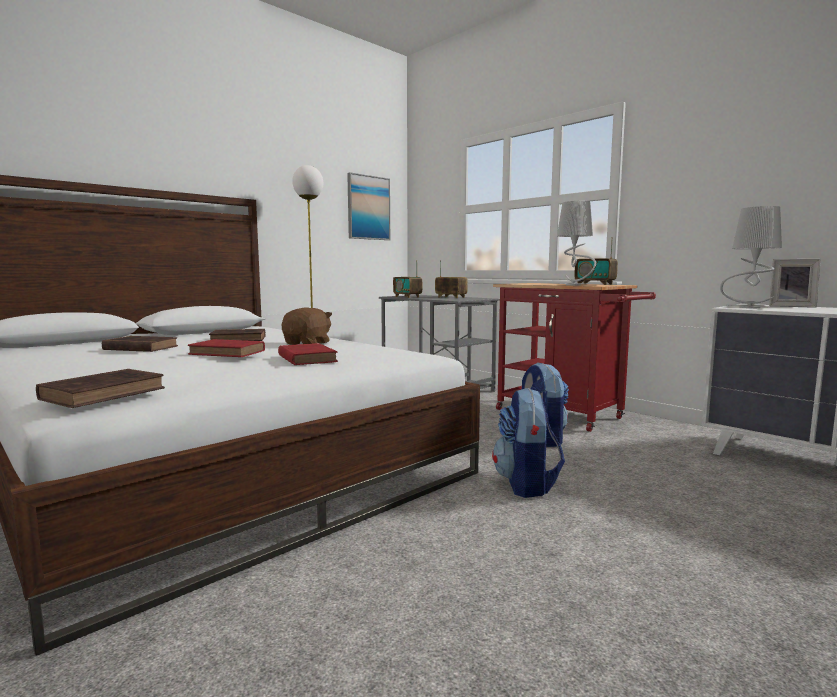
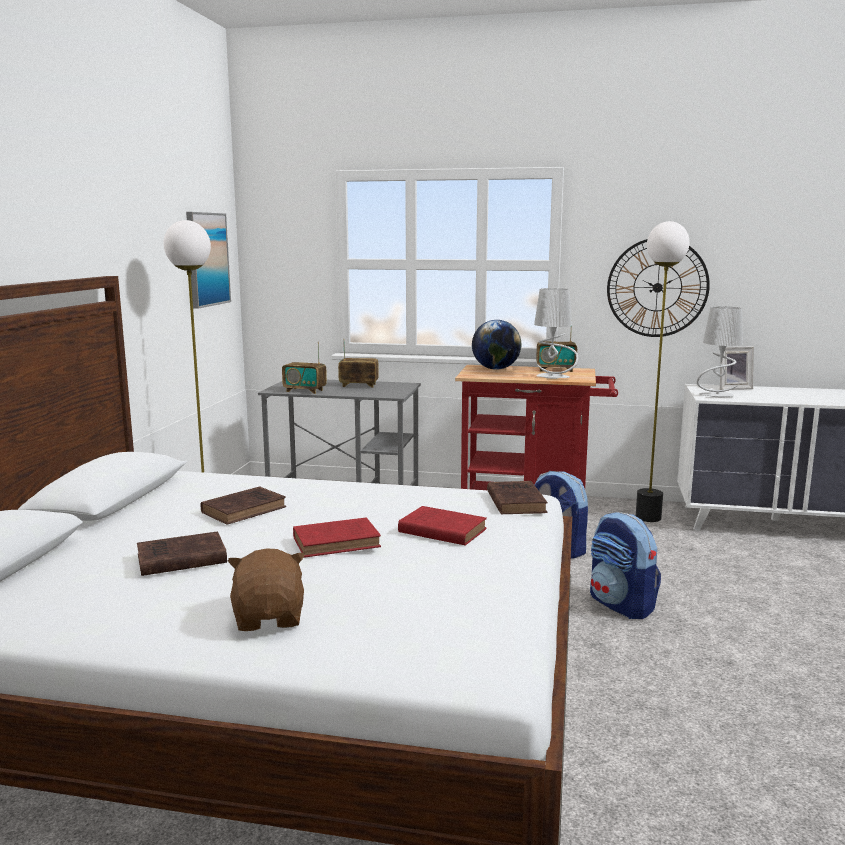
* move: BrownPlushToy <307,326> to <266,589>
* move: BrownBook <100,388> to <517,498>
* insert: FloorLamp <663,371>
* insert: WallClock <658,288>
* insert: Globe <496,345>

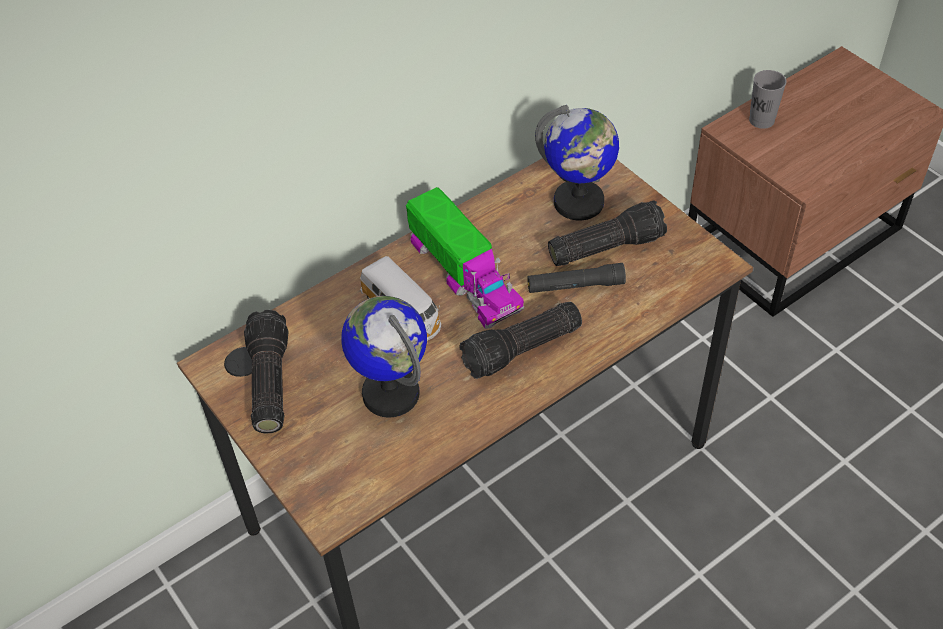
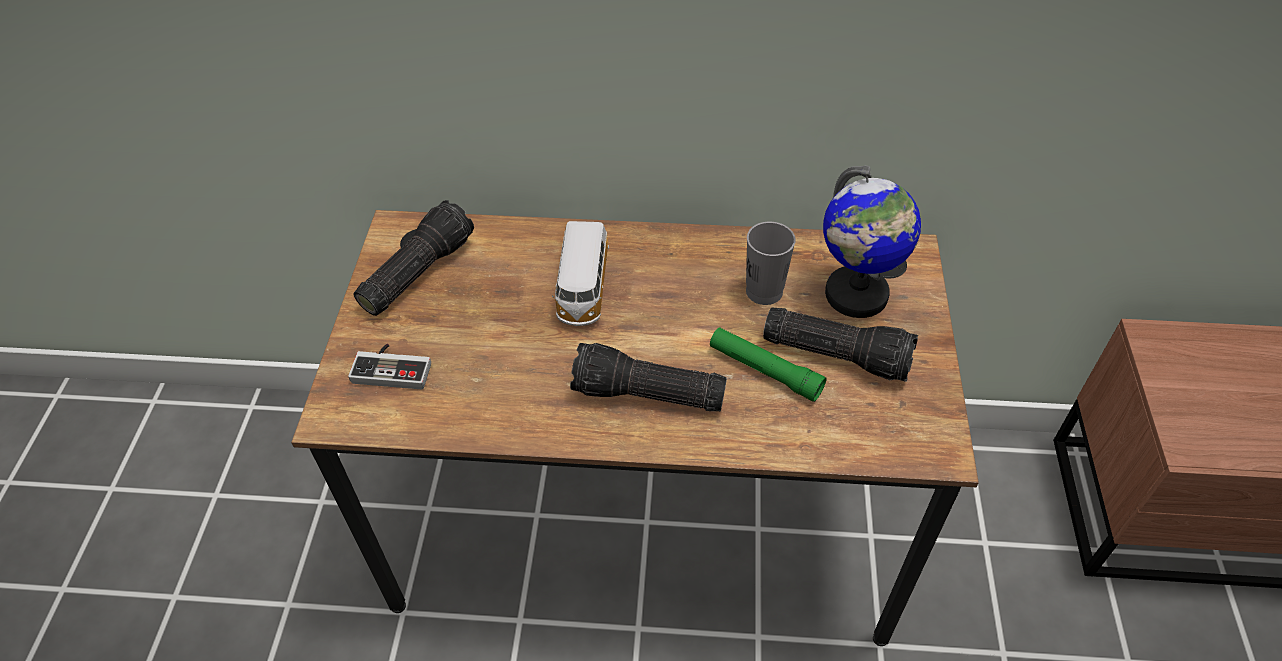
* move: GreySmallCup <768,99> to <771,263>
* delete: ToyTruck <465,258>
* recolor: BlackColouredFlashlight <576,278> to GreenishFlashlight <768,365>
* delete: Globe <384,357>
* insert: Joypad <389,366>

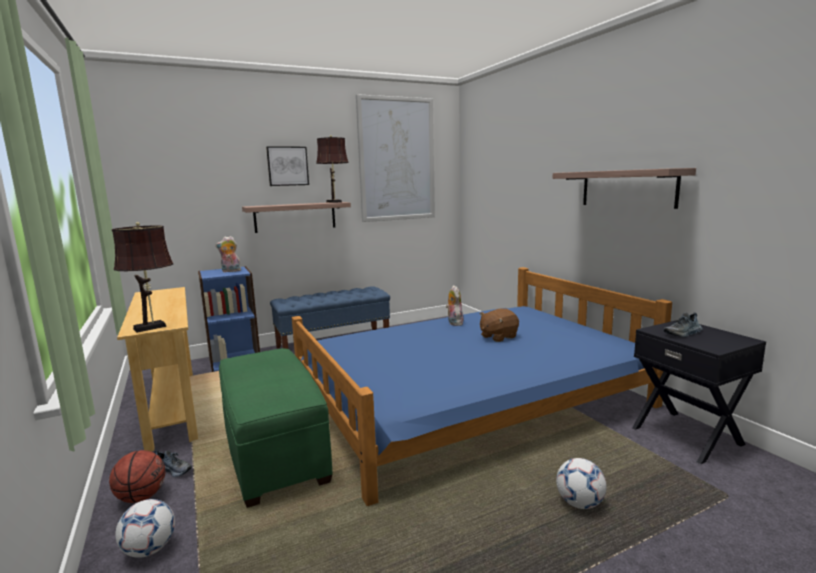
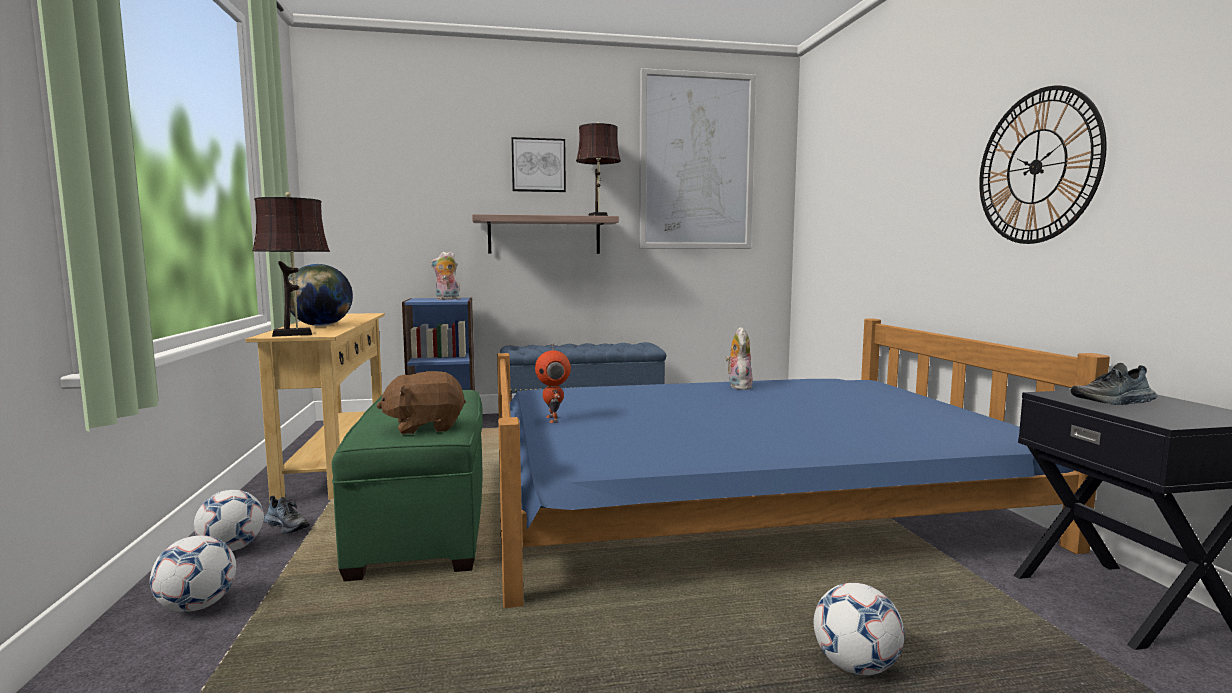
* replace: WallShelf <624,188> to WallClock <1043,165>
* move: BrownPlushToy <499,325> to <421,403>
* replace: BasketballBall <137,476> to BallForFootball <229,520>
* insert: Globe <318,295>
* insert: ModelRobot <553,383>

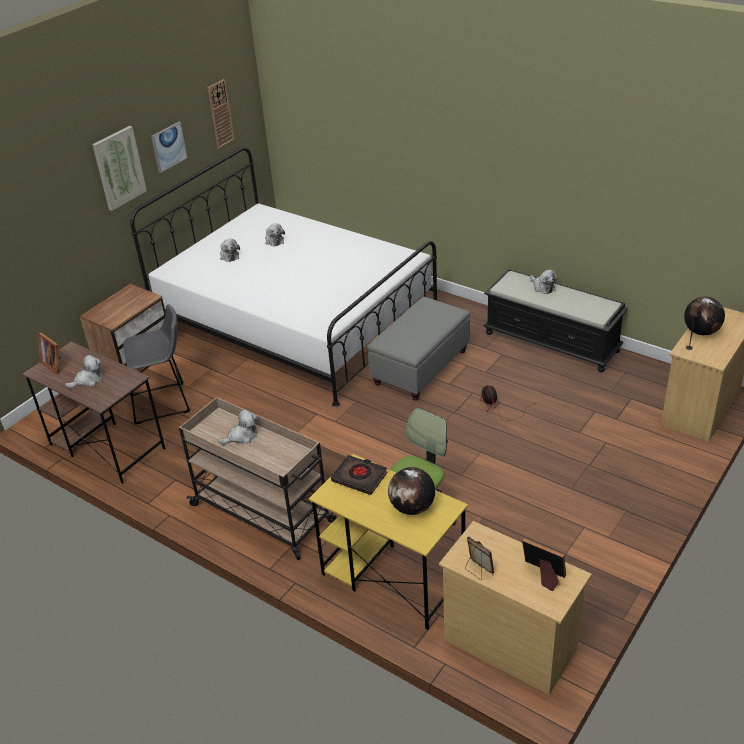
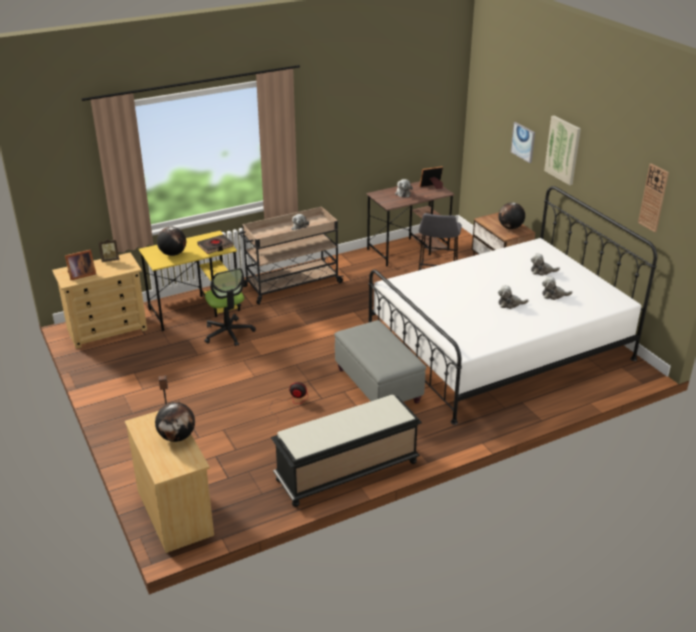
* move: Picture <169,147> to <523,142>
* move: PlushToy <543,282> to <513,297>
* insert: Globe <511,215>

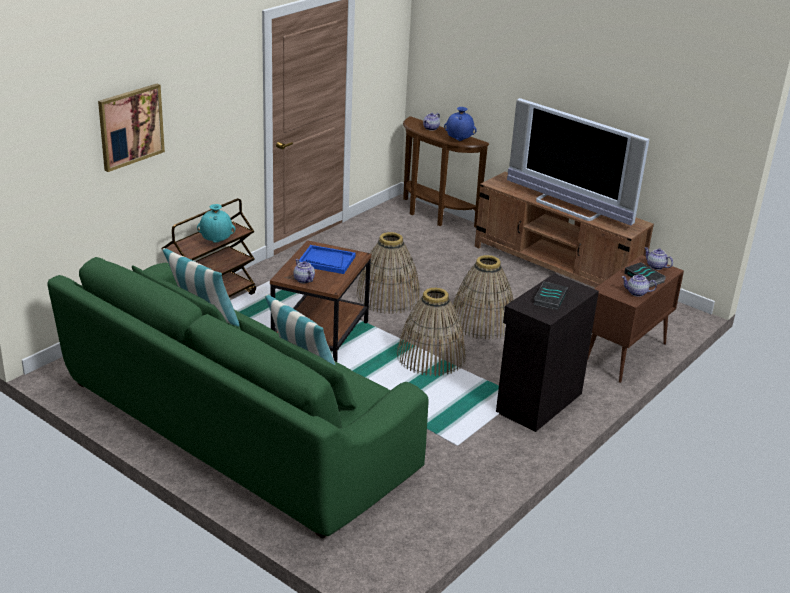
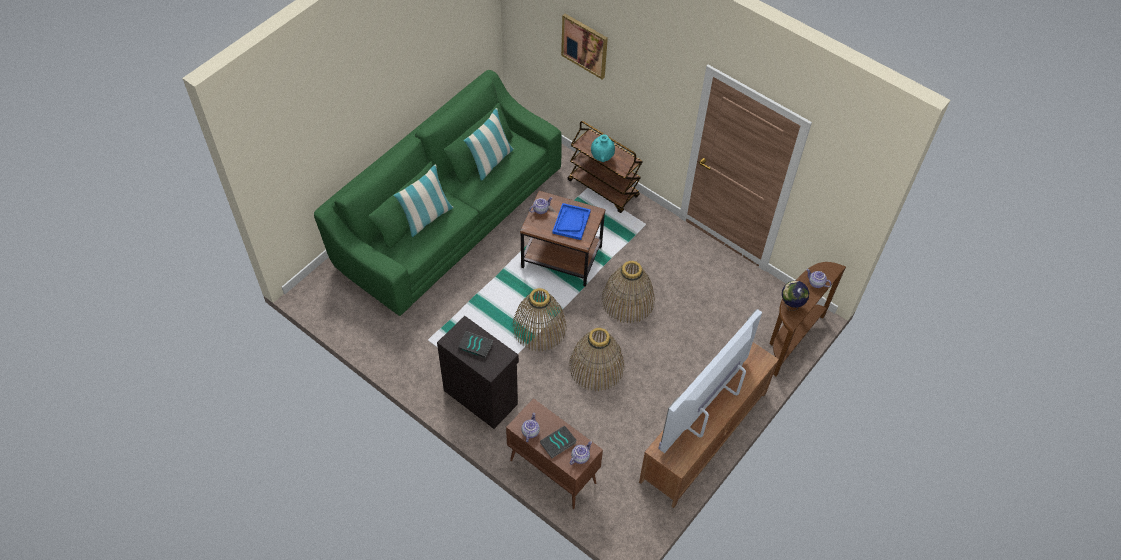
* replace: BlueVase <460,124> to Globe <795,295>

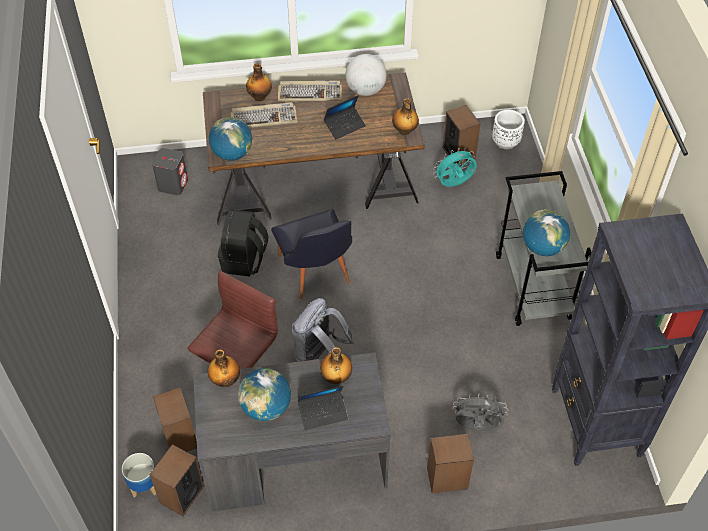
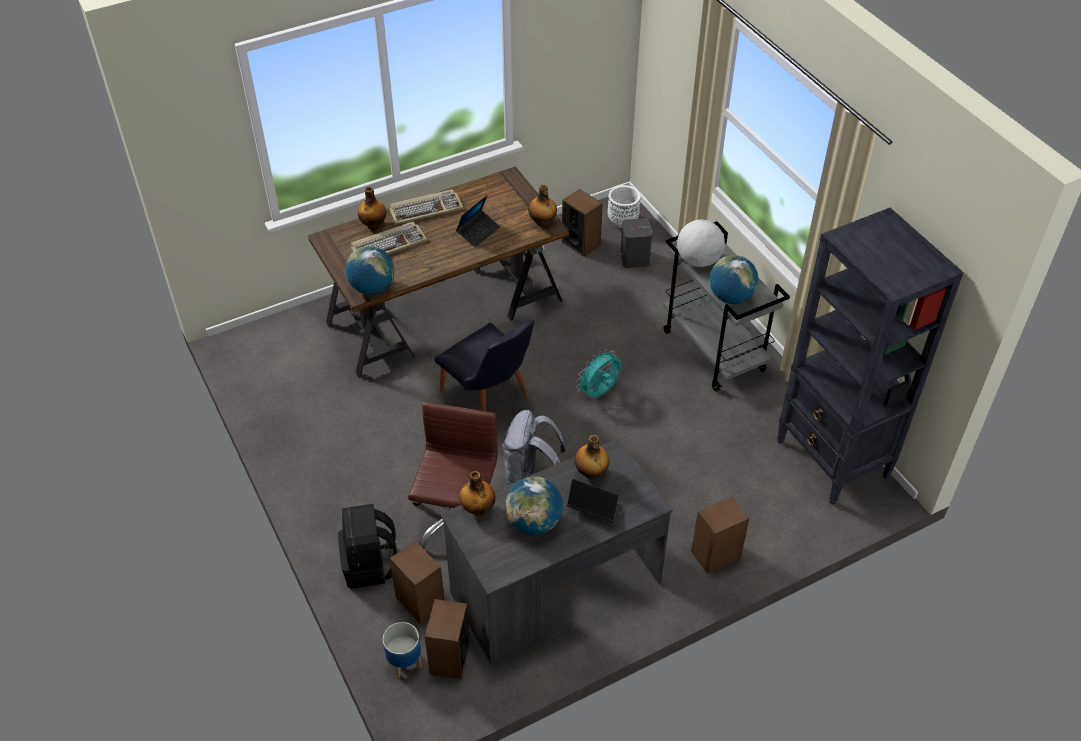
* move: Globe <366,75> to <701,243>
* move: GreySpeaker <170,171> to <636,243>
* move: BlueGreenCoolingFan <455,167> to <599,373>
* move: BlackColouredKnapsack <243,243> to <367,546>
* rotate: NotebookComputer <323,408> = <595,501> 120 degrees counterclockwise
* delete: GreyCoolingFan <480,412>

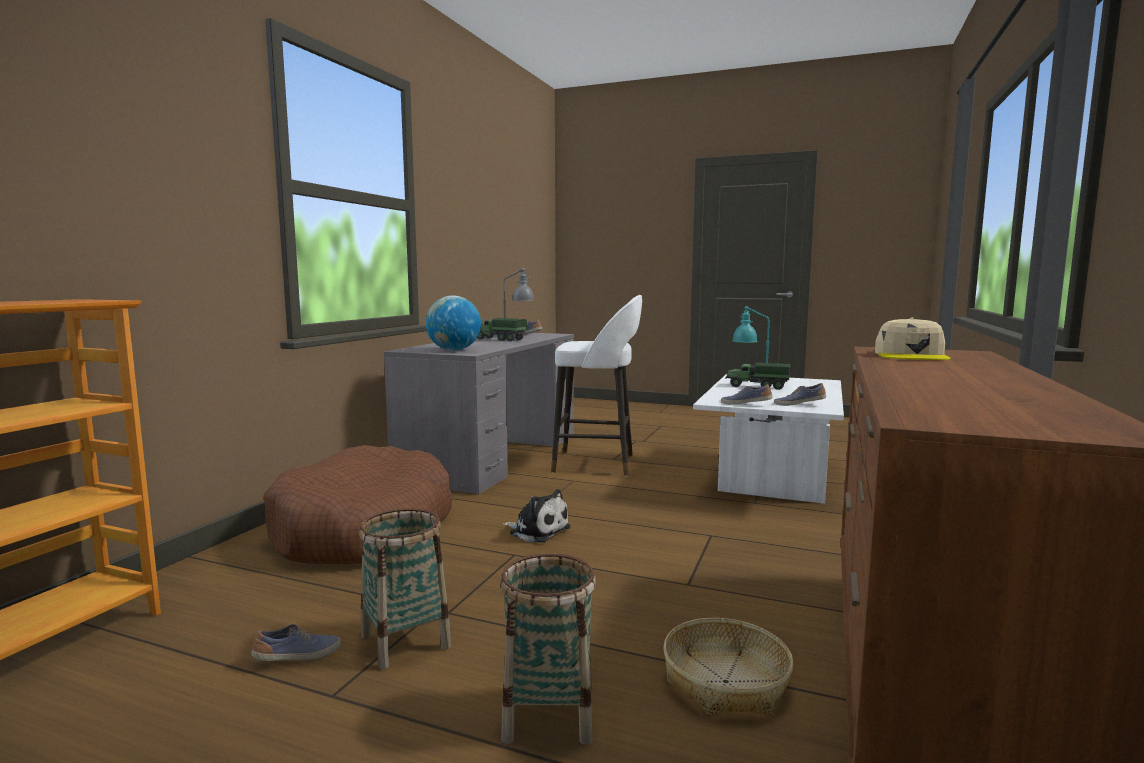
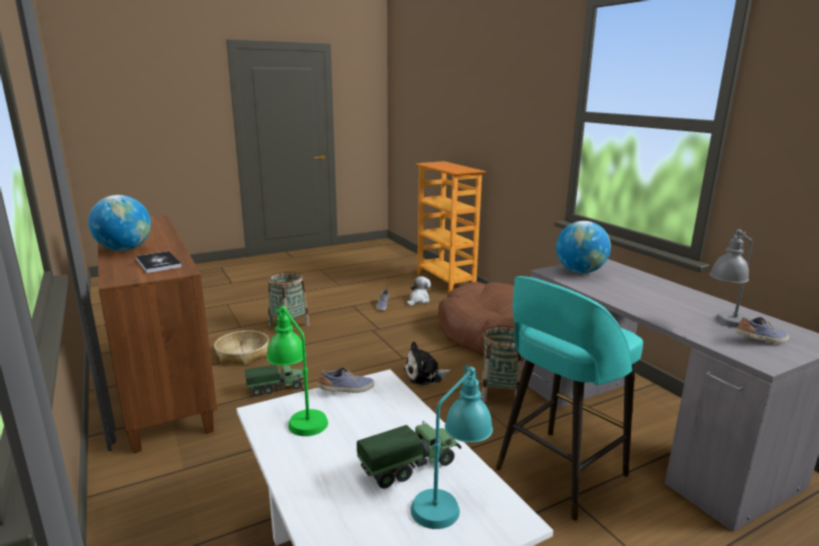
* recolor: WhiteSittingStool <596,385> to BlueGreenSittingStool <569,398>
* move: ToyTruck <502,329> to <274,380>
* replace: BeigeColouredCap <913,339> to Book <159,262>
* replace: ItemOfFootwear <800,394> to GreenishTabletopLamp <297,371>
* move: Basket <405,588> to <501,363>
* insert: Globe <119,223>
* insert: PlushToy <419,291>

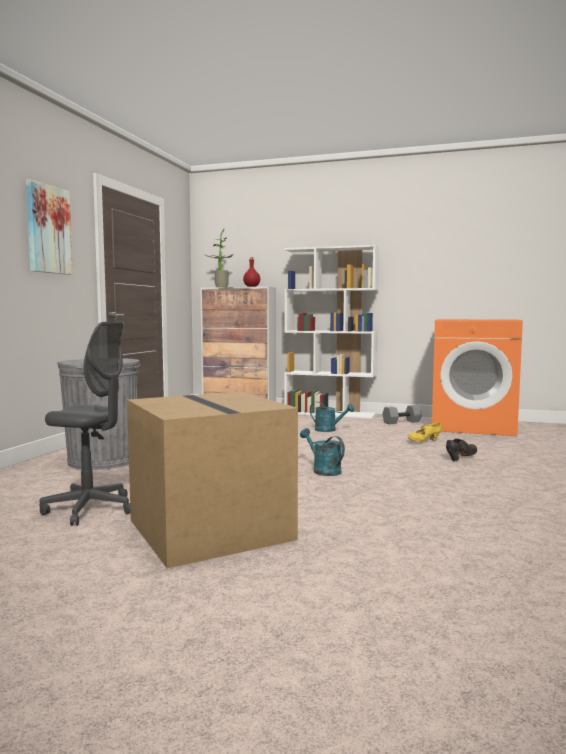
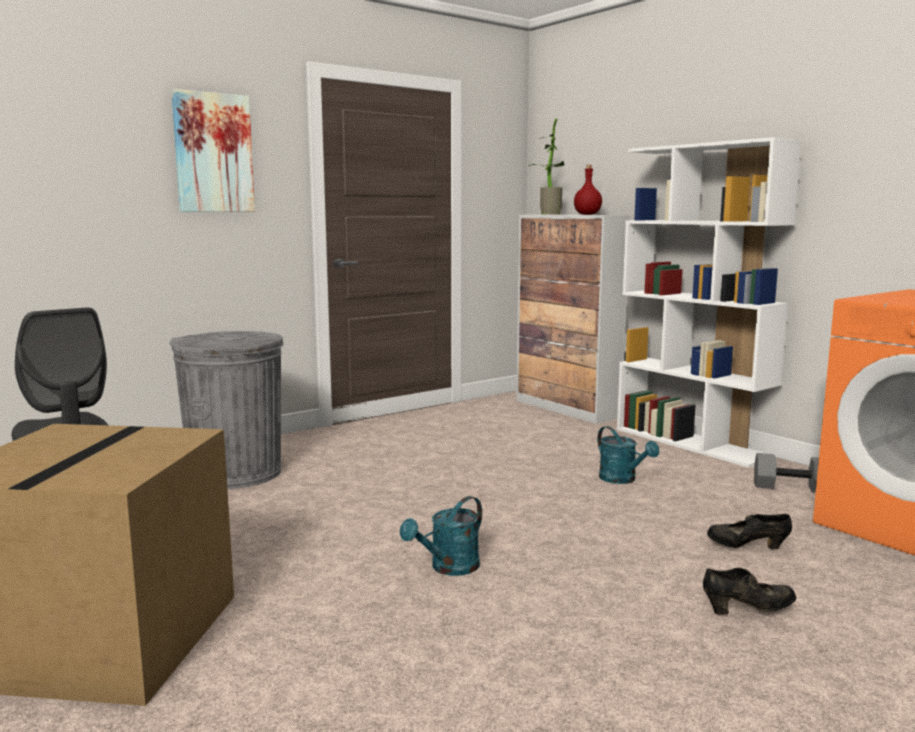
* recolor: YellowColouredItemOfFootwear <425,432> to BlackColouredItemOfFootwear <749,531>
* rotate: BlueGreenSprinklingCan <322,452> = <441,536> 135 degrees counterclockwise

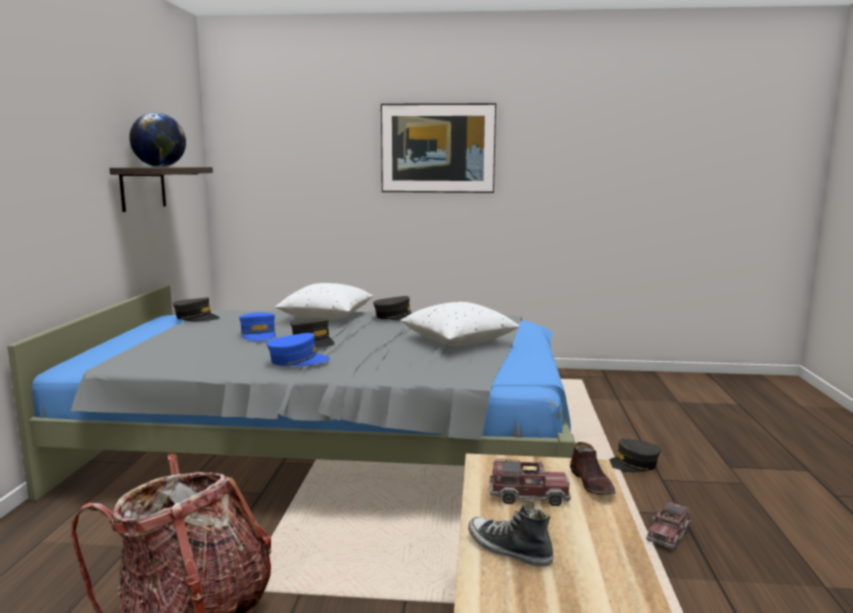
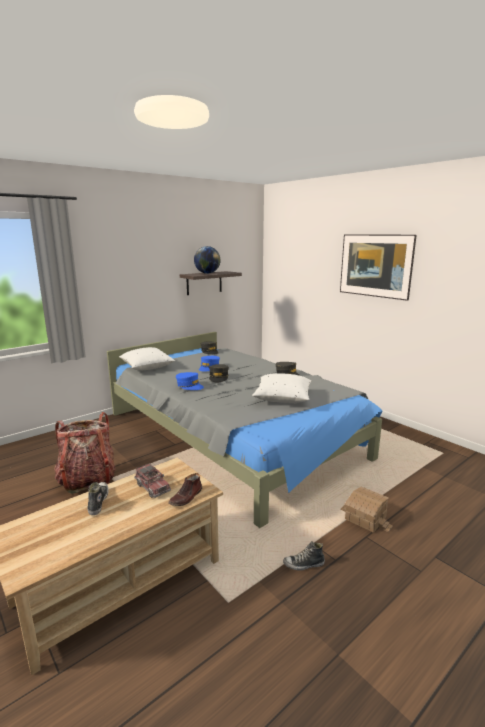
* move: WhitePillow <324,301> to <147,358>
* replace: GreyCap <635,456> to ModelHouse <366,510>
* replace: ToyTruck <669,524> to ItemOfFootwear <304,556>

